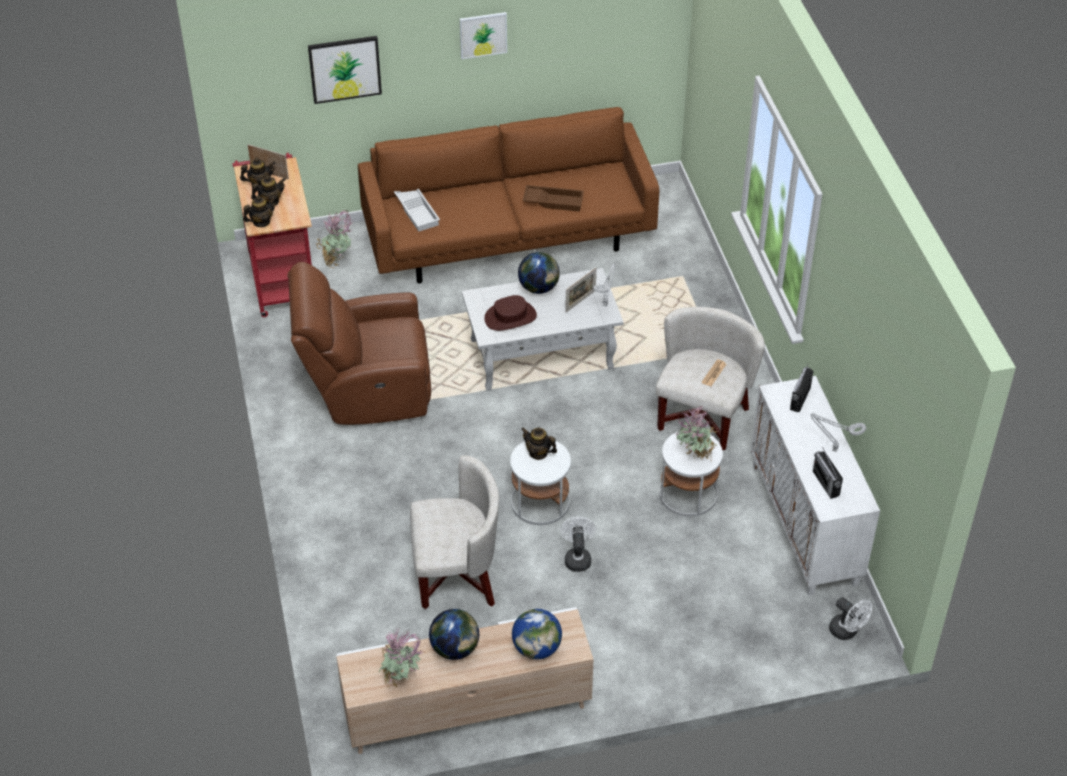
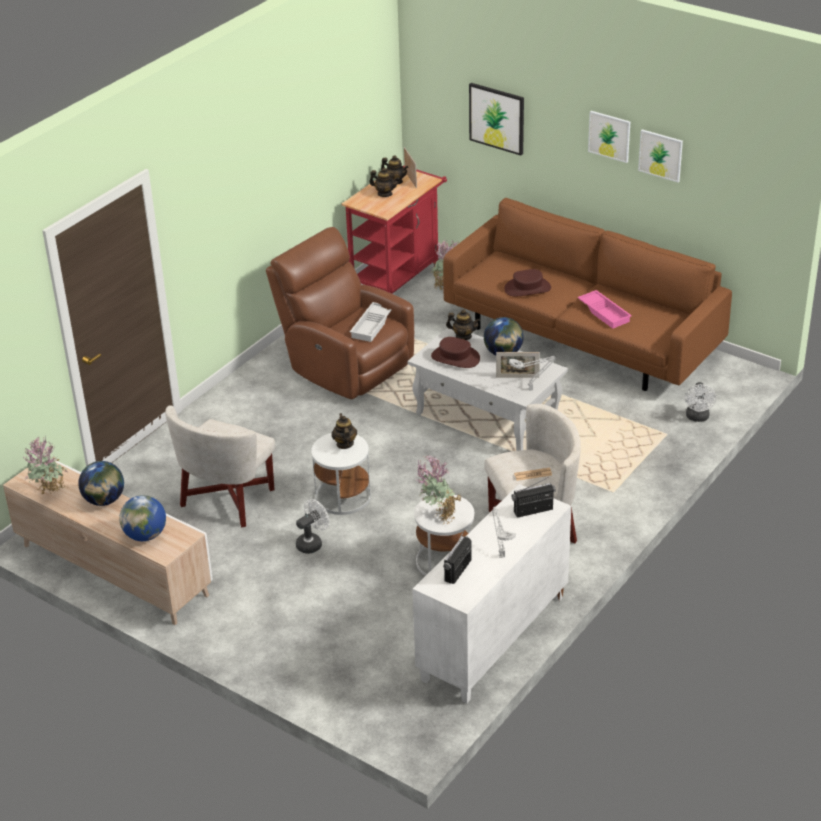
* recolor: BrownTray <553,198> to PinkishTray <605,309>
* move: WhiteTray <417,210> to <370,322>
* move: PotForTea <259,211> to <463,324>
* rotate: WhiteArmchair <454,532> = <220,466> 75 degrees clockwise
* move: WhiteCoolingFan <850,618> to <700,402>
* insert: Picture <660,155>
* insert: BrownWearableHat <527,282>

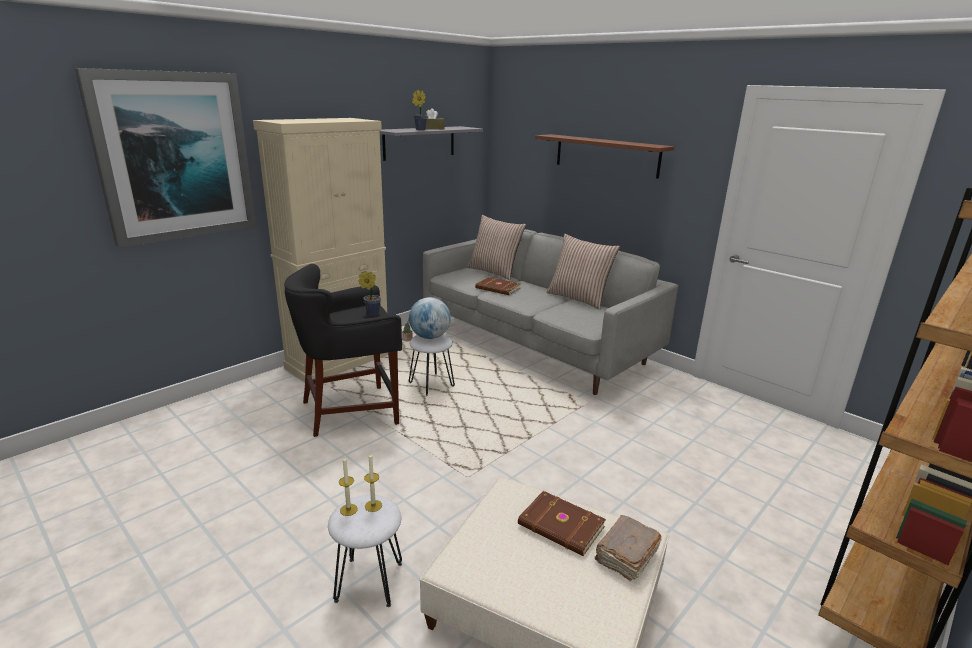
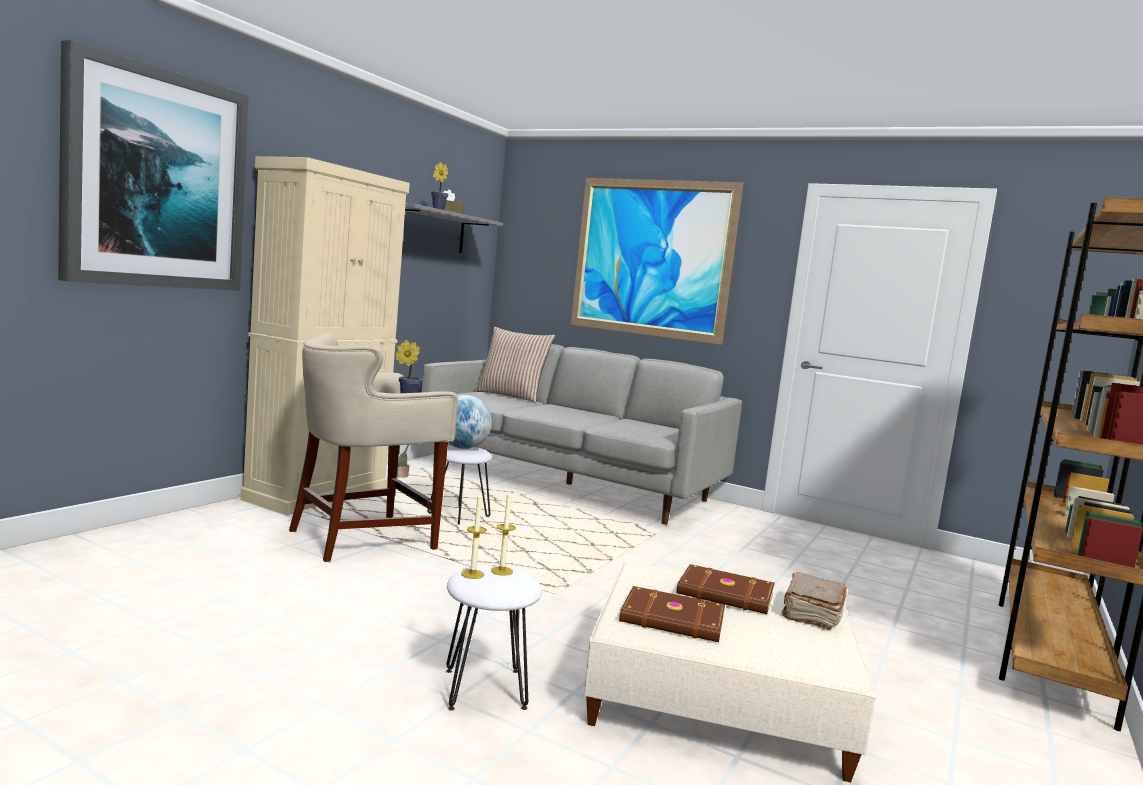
* replace: BrownWallShelf <605,156> to Picture <657,261>
* delete: Pillow <583,272>
* recolor: BlackColouredSittingStool <343,350> to BeigeColouredSittingStool <373,447>
* move: BrownBook <498,286> to <672,614>

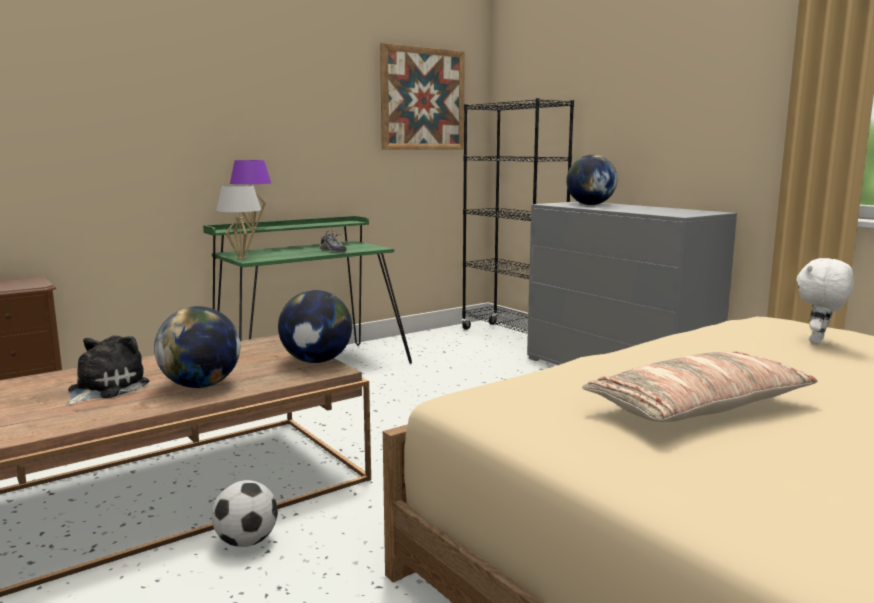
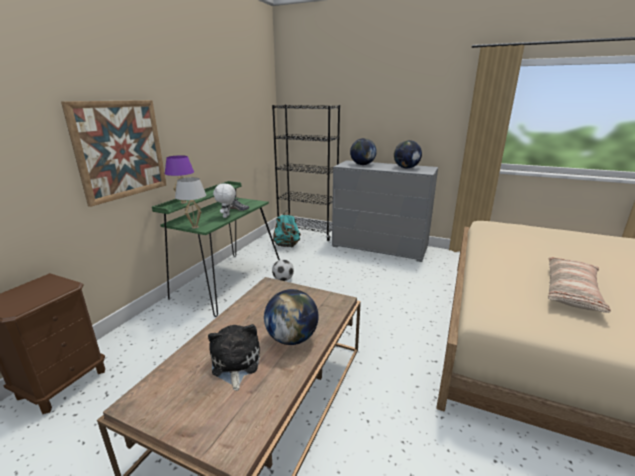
* move: Picture <422,96> to <113,153>
* move: WhitePlushToy <825,301> to <224,200>
* move: Globe <315,326> to <408,154>
* move: BallForFootball <245,513> to <283,270>
* insert: BlueGreenKnapsack <287,229>

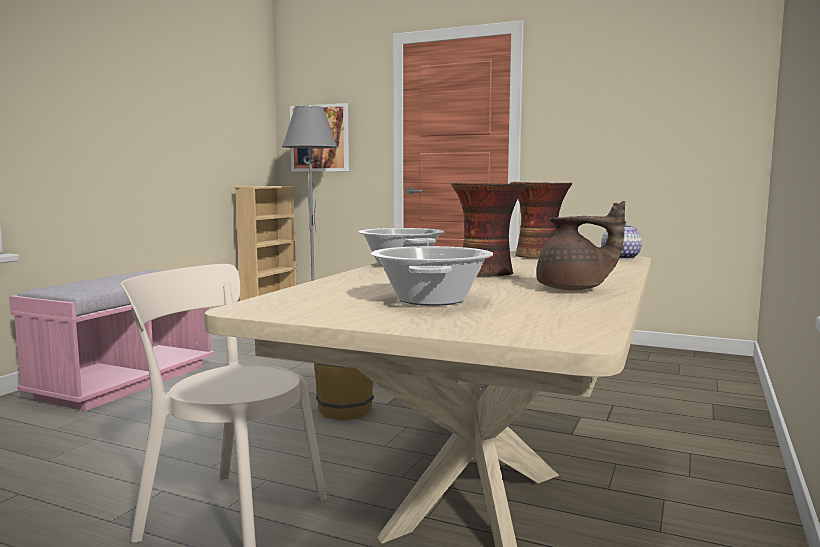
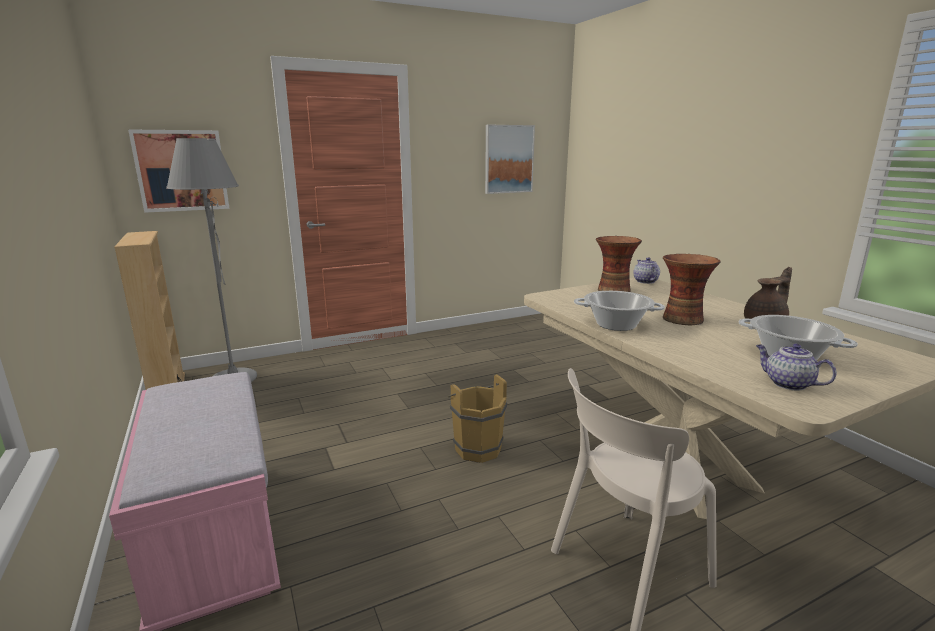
* insert: Picture <510,159>
* insert: PotForTea <796,367>

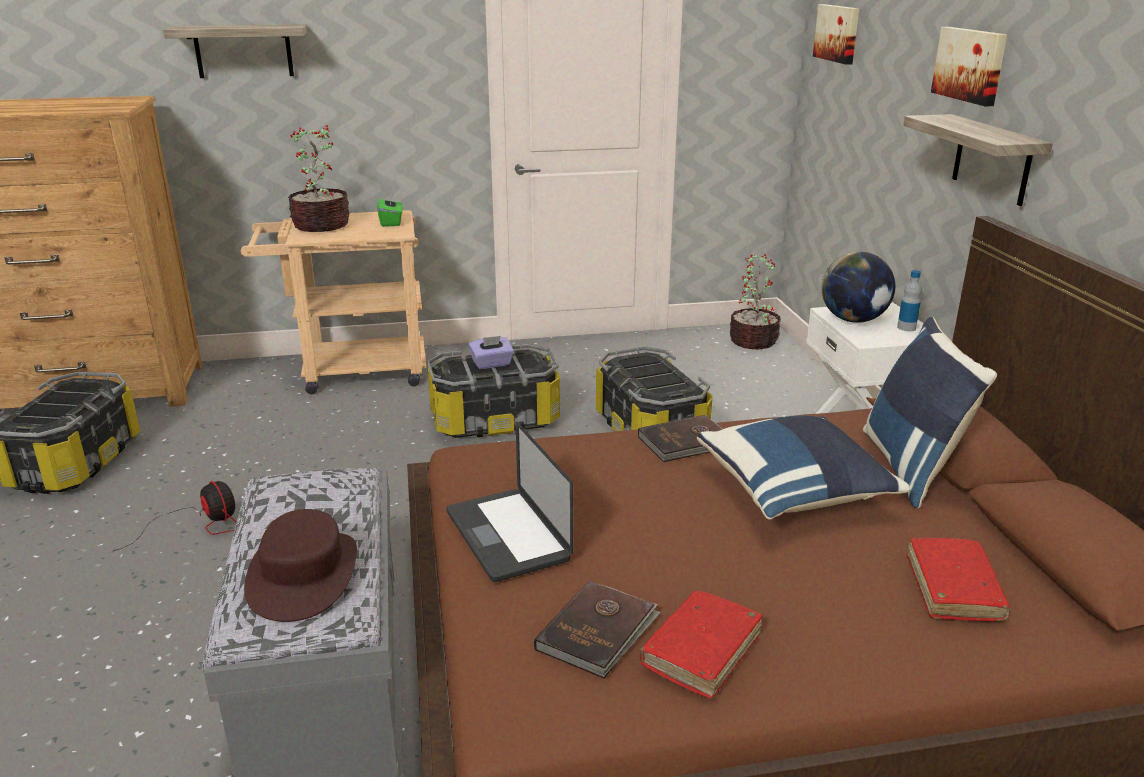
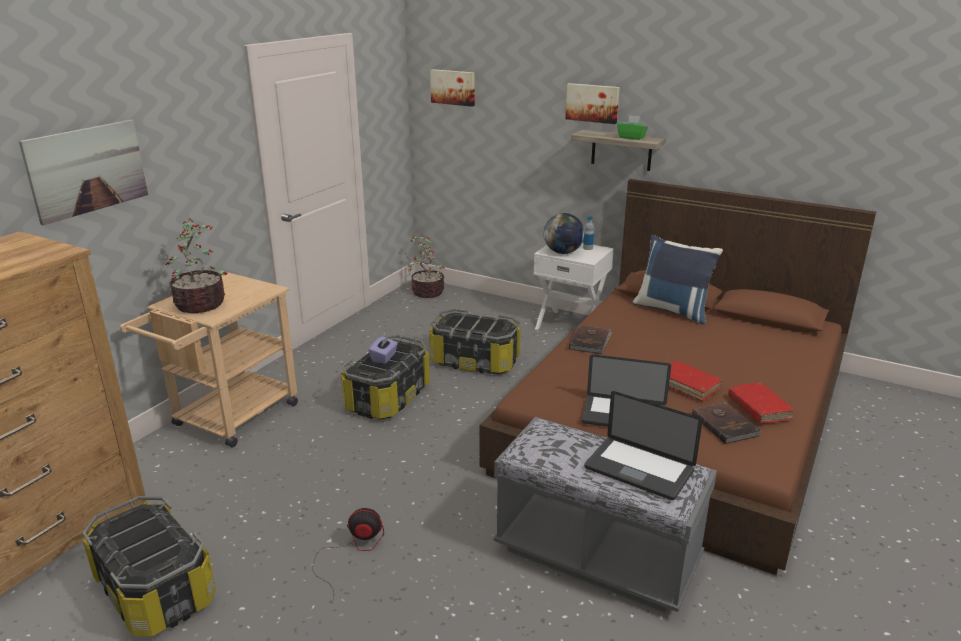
* replace: WallShelf <235,51> to Picture <83,172>
* move: GreenishTissueBox <390,209> to <632,127>
* delete: BluePillow <803,468>
* replace: BrownWearableHat <300,565> to NotebookComputer <643,445>
* move: ReddishBook <959,579> to <695,381>

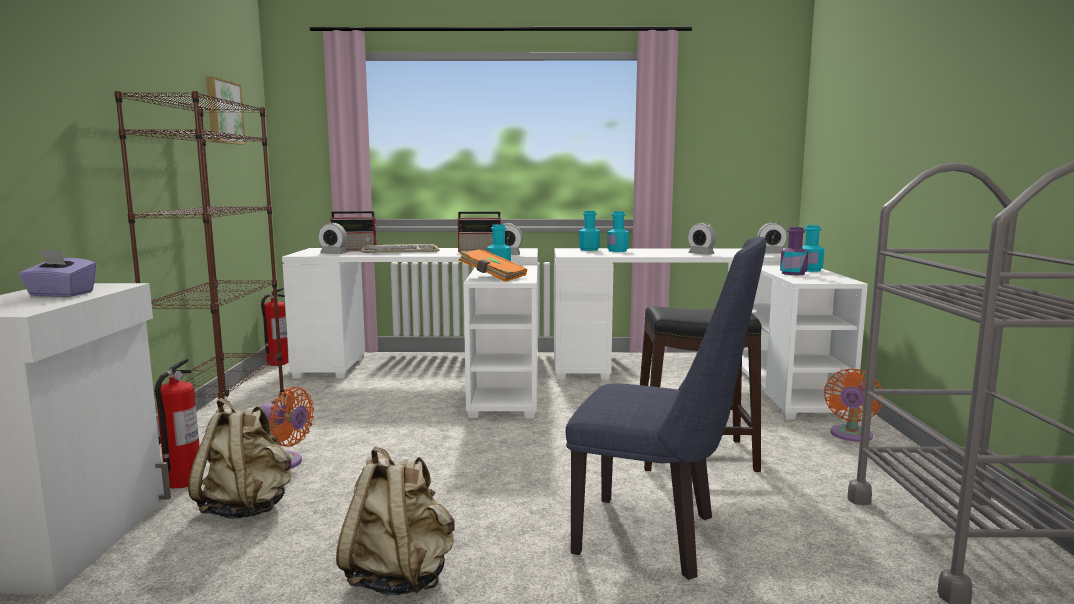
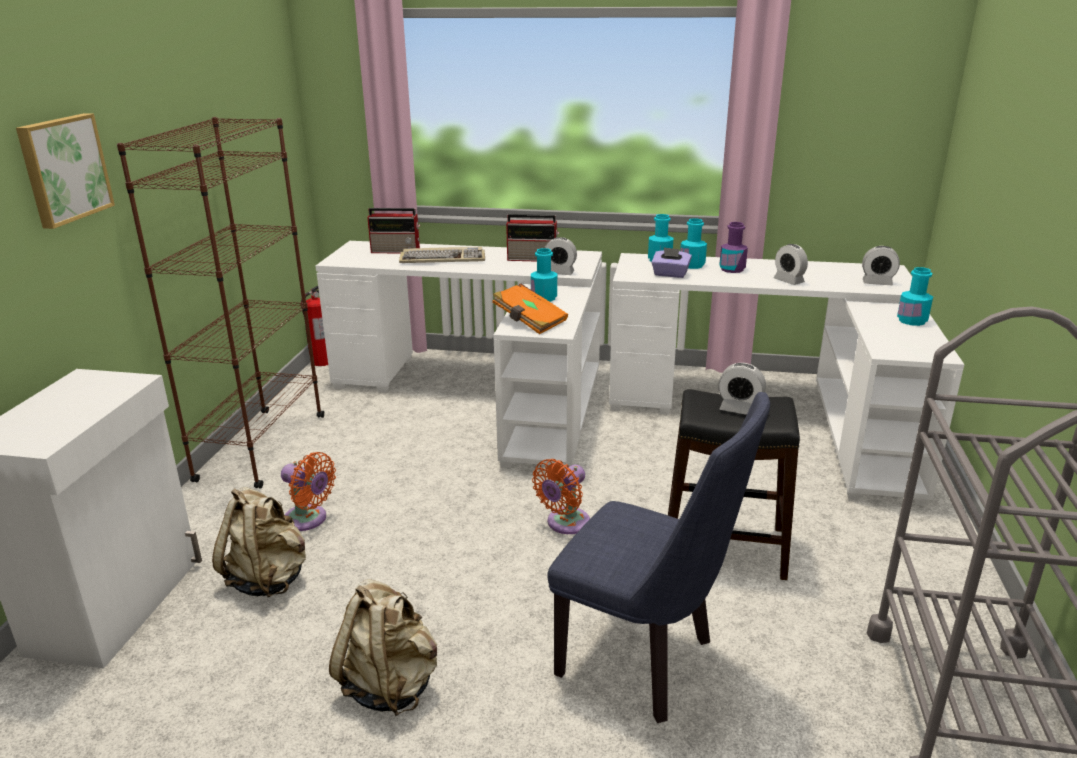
* move: Picture <226,110> to <65,171>
* move: BedsideClock <332,238> to <742,389>
* move: PurpleColouredBeverageBottle <794,251> to <733,247>
* move: PurpleColouredTissueBox <58,273> to <671,262>
* delete: FireFightingCylinder <179,423>
* move: OrangeColouredCoolingFan <853,405> to <561,496>

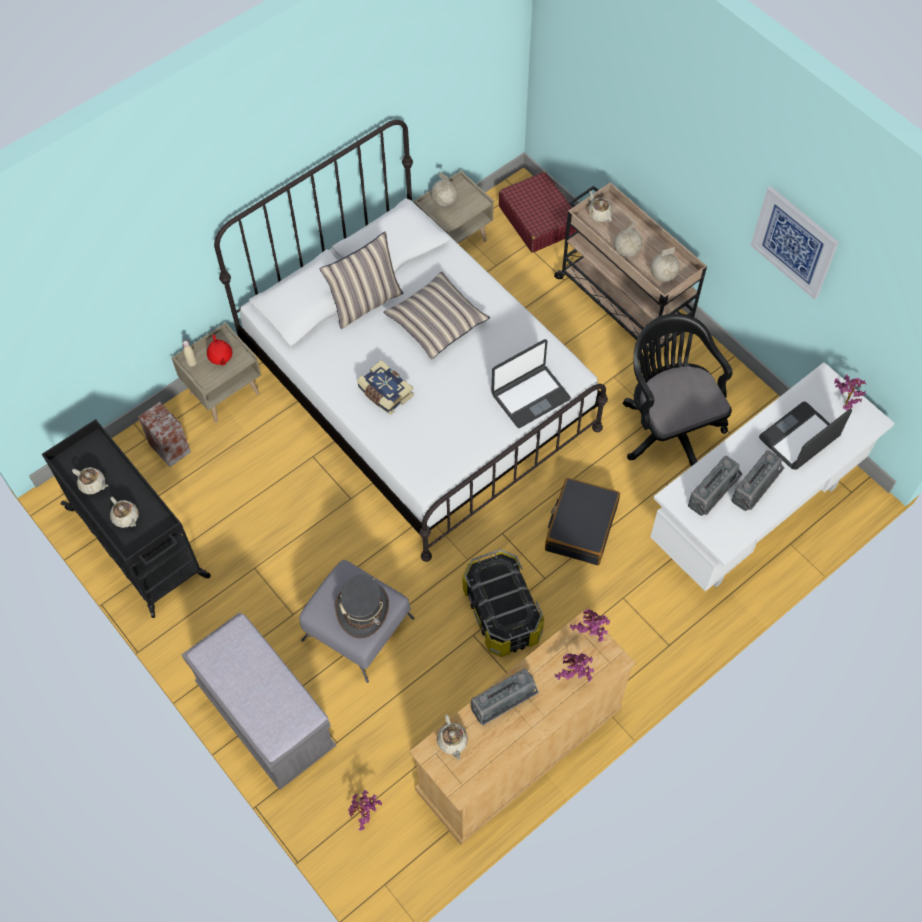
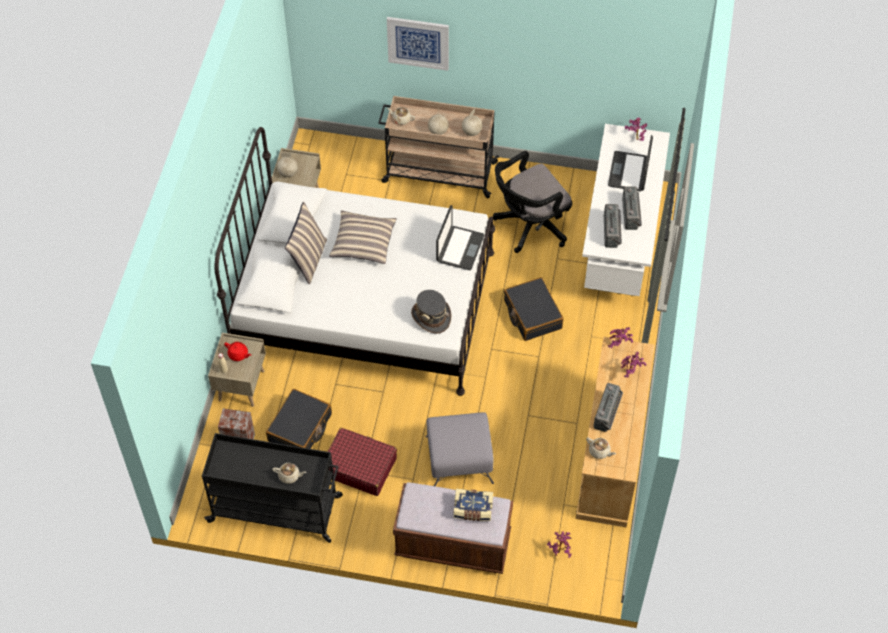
* move: ReddishSuitcase <538,212> to <362,462>
* move: Picture <794,243> to <418,44>
* rotate: BlackColouredComputerChair <678,389> = <532,202> 60 degrees counterclockwise
* move: Book <385,387> to <473,505>
* delete: BeigeColouredPotForTea <90,480>
* delete: StorageBin <503,603>
* move: GreyWearableHat <362,606> to <431,312>
* recolor: GreyIndoorBench <259,701> to BrownIndoorBench <453,528>
* insert: BlackColouredSuitcase <299,419>

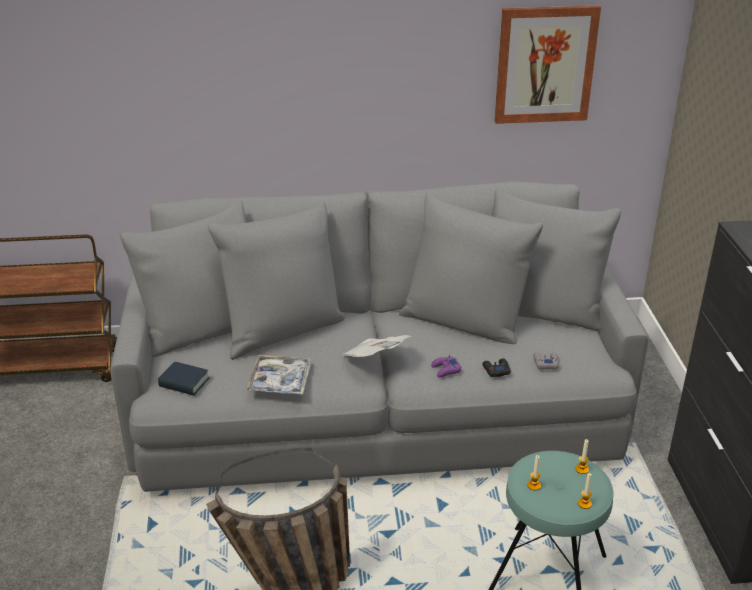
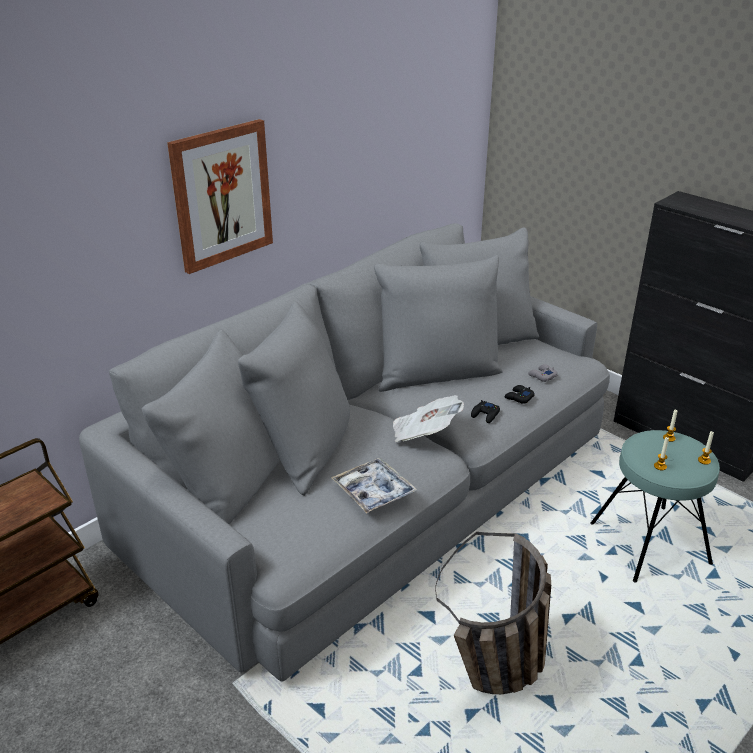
* move: Picture <547,65> to <220,196>
* recolor: PurpleColouredJoypad <446,366> to BlackColouredJoypad <485,411>
* delete: Book <183,378>

